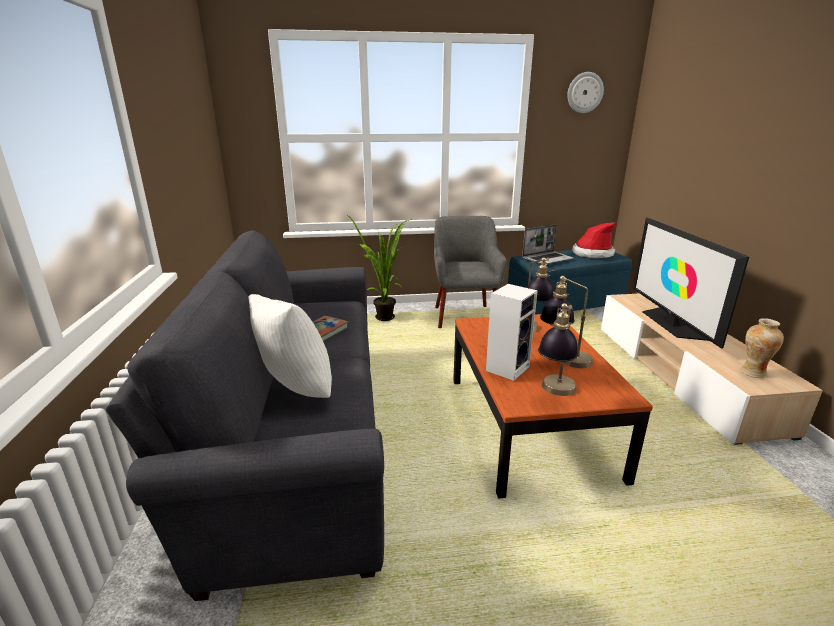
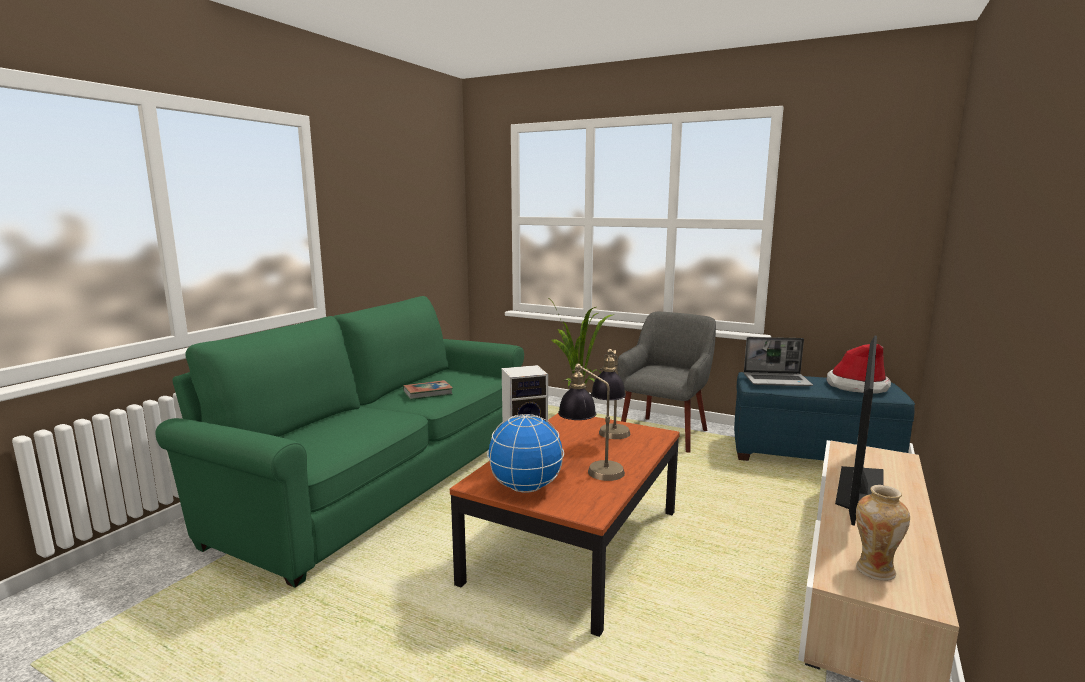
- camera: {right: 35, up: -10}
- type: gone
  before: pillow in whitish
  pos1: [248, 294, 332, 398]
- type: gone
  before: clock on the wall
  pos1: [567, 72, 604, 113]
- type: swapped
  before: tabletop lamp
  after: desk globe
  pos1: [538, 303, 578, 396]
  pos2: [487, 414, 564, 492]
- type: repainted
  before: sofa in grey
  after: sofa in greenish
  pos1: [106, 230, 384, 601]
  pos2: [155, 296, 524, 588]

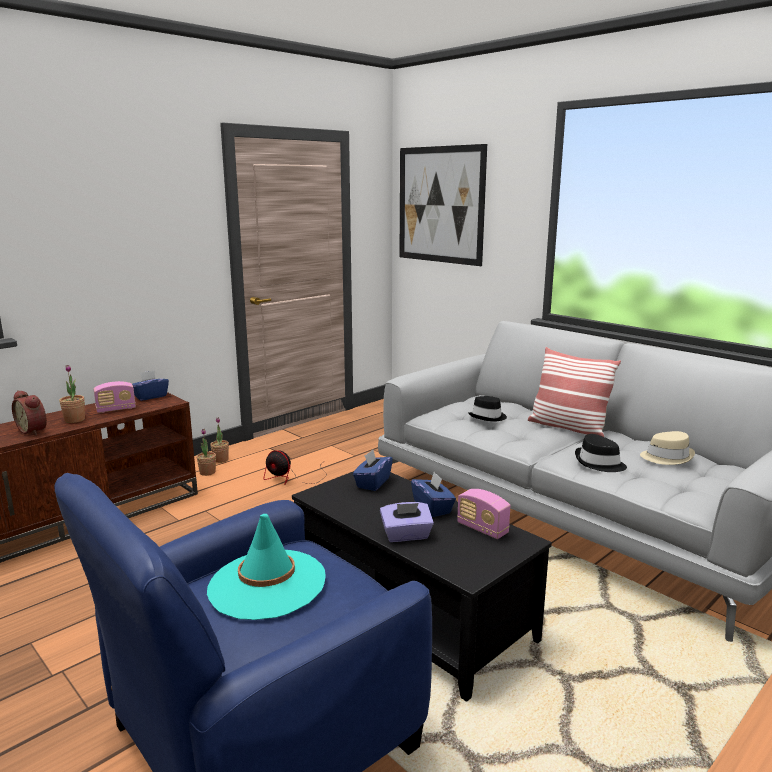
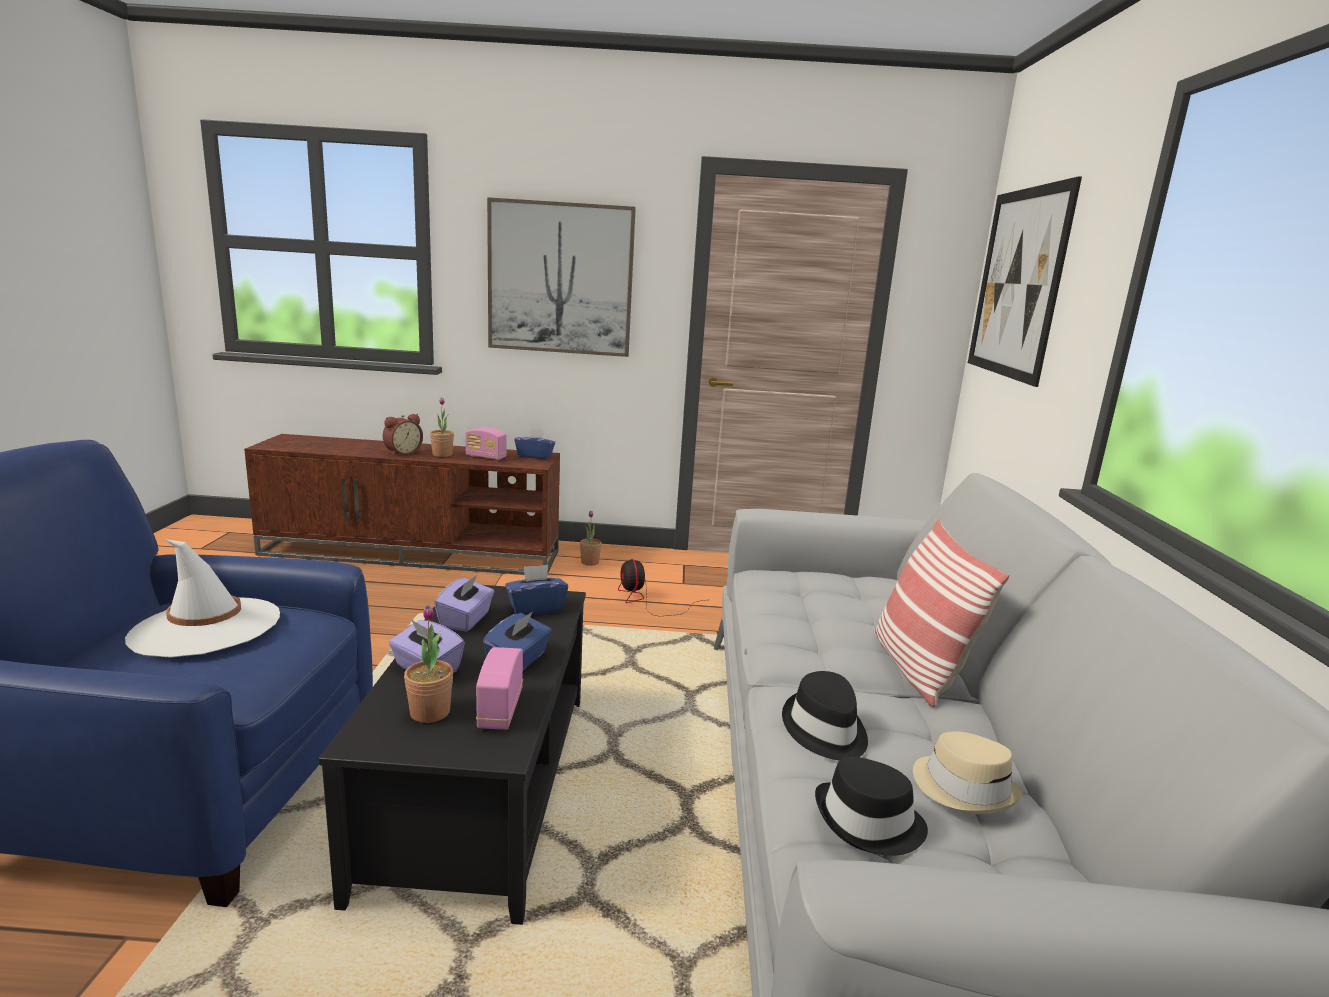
- camera: {right: 45, up: 0}
- type: new
  after: tissue box in purple
  pos2: [434, 574, 494, 632]
- type: new
  after: wall art
  pos2: [487, 197, 636, 357]
- type: shifted
  before: potted plant
  pos1: [210, 418, 229, 463]
  pos2: [404, 605, 453, 723]
- type: shifted
  before: hat in black
  pos1: [468, 396, 507, 422]
  pos2: [815, 756, 928, 856]
- type: repainted
  before: hat in turquoise
  after: hat in whitish
  pos1: [207, 514, 326, 620]
  pos2: [125, 539, 280, 658]
- type: rotated
  before: table clock
  pos1: [12, 390, 47, 435]
  pos2: [383, 414, 423, 456]
  turn: -135

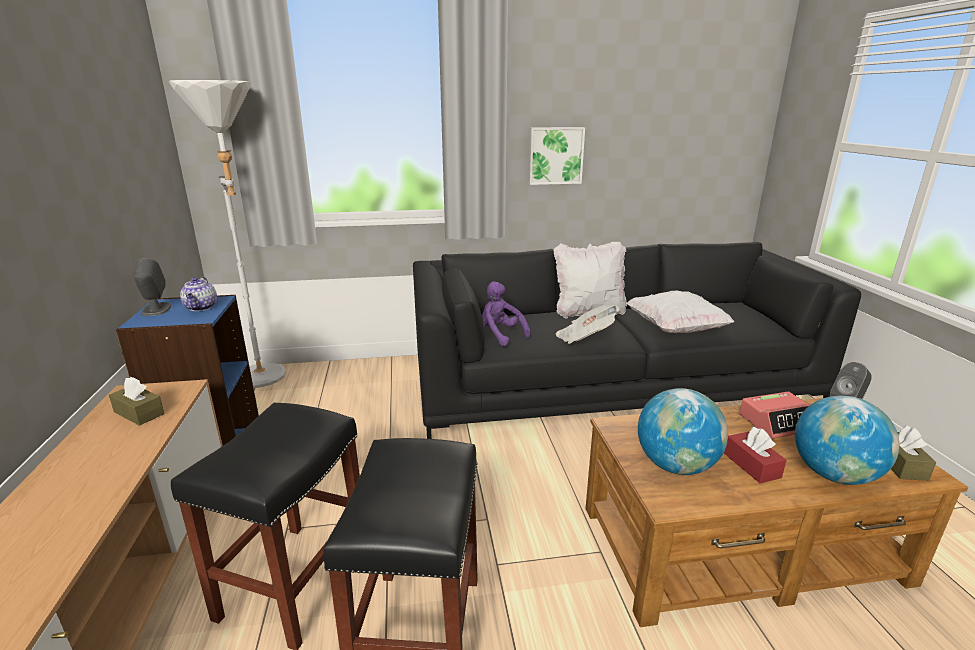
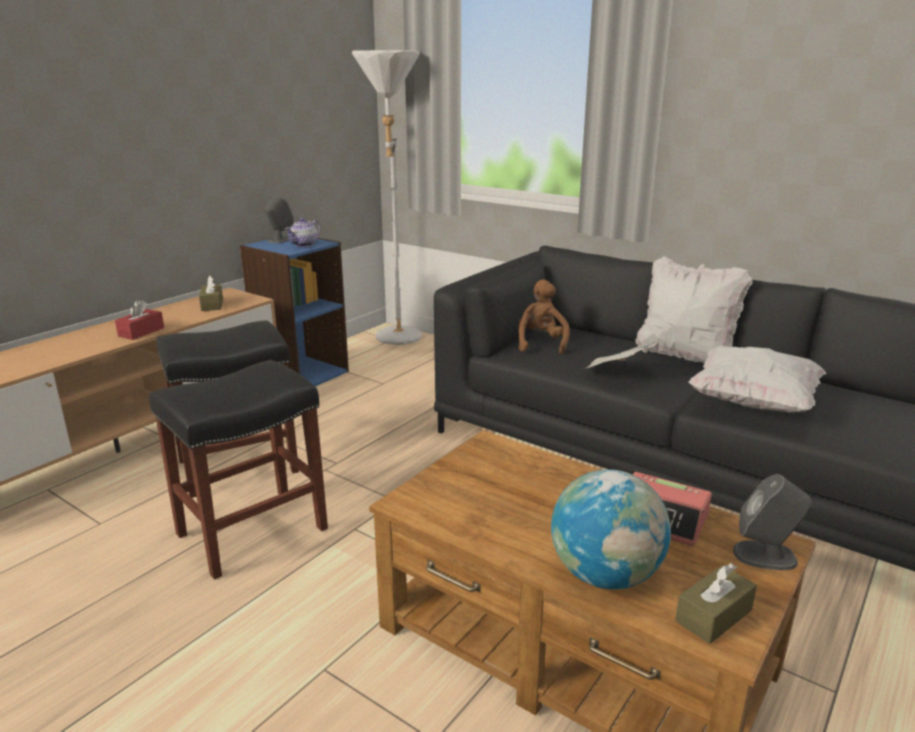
- camera: {right: 45, up: 0}
- type: gone
  before: wall art
  pos1: [529, 127, 585, 185]
- type: gone
  before: desk globe
  pos1: [638, 388, 728, 475]
- type: shifted
  before: tissue box in red
  pos1: [724, 427, 786, 484]
  pos2: [115, 300, 164, 340]
- type: repainted
  before: plush toy in purple
  after: plush toy in brown
  pos1: [482, 282, 531, 346]
  pos2: [518, 279, 570, 354]

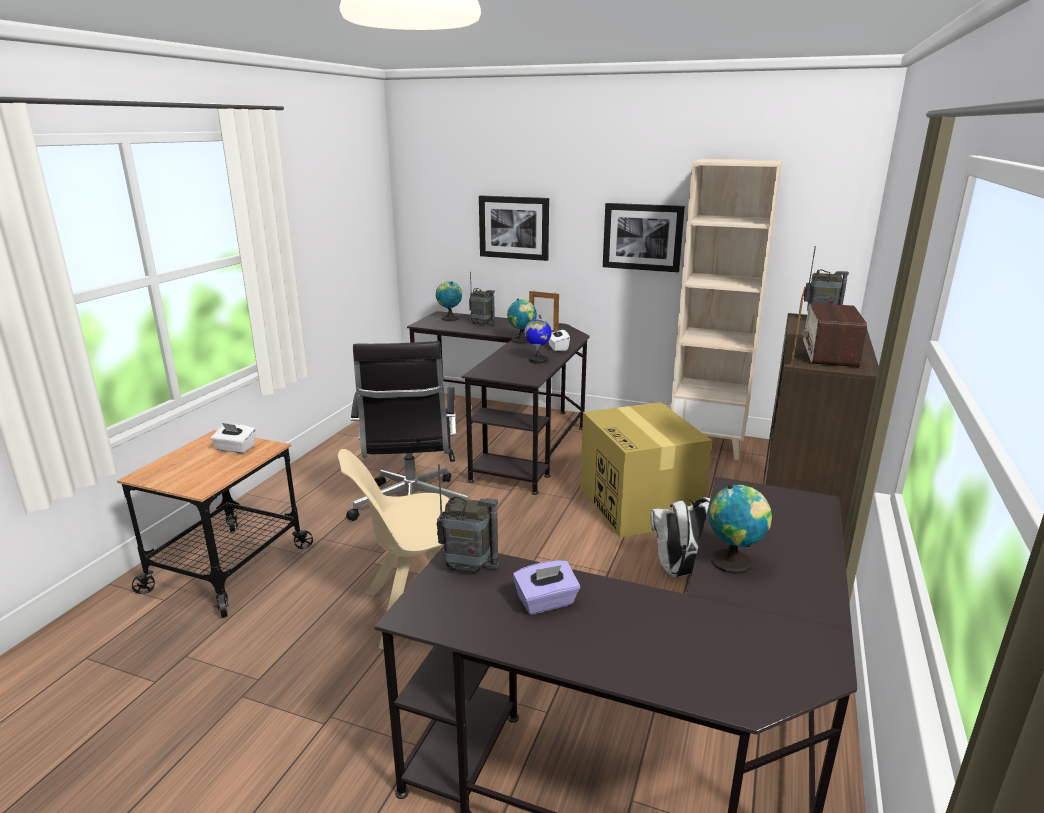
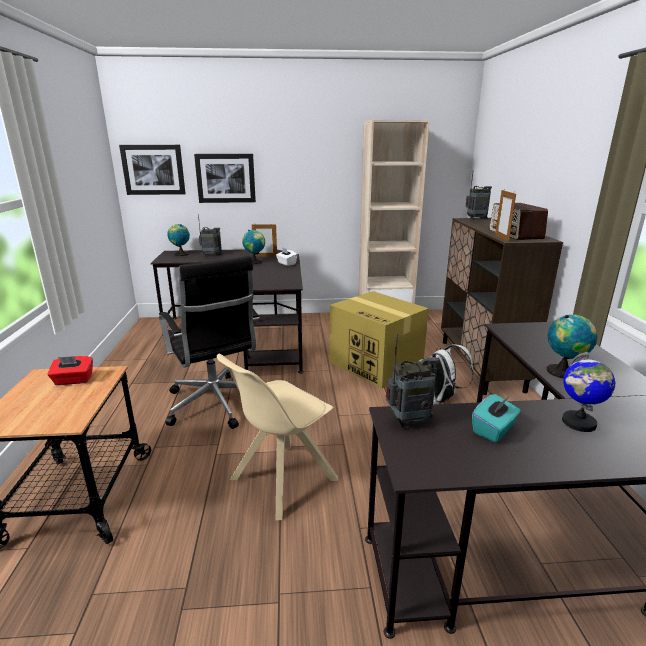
- camera: {right: -25, up: 0}
- type: shifted
  before: desk globe
  pos1: [524, 315, 552, 364]
  pos2: [562, 352, 615, 432]
- type: shifted
  before: wall art
  pos1: [603, 203, 685, 272]
  pos2: [119, 145, 186, 195]
- type: repainted
  before: tissue box in whitish
  after: tissue box in red
  pos1: [211, 423, 256, 453]
  pos2: [47, 356, 93, 385]
- type: repainted
  before: tissue box in purple
  after: tissue box in turquoise
  pos1: [513, 560, 580, 615]
  pos2: [472, 394, 521, 442]

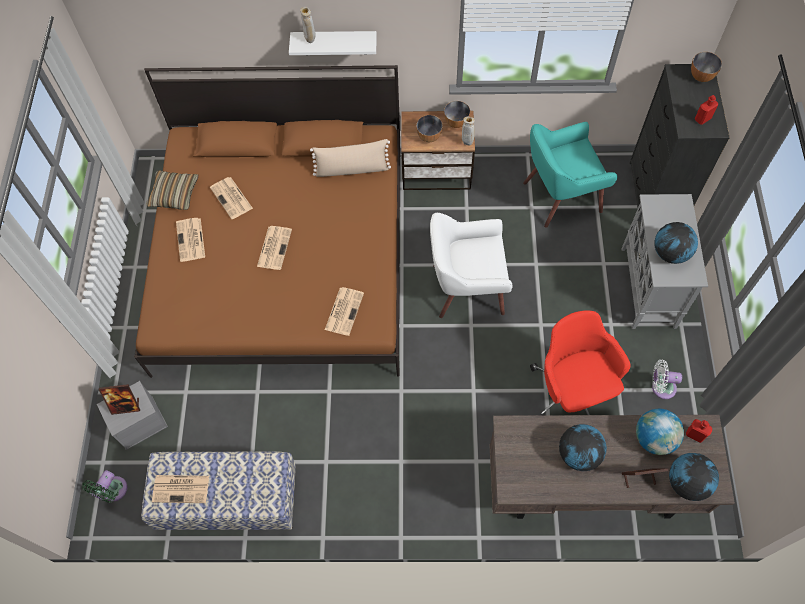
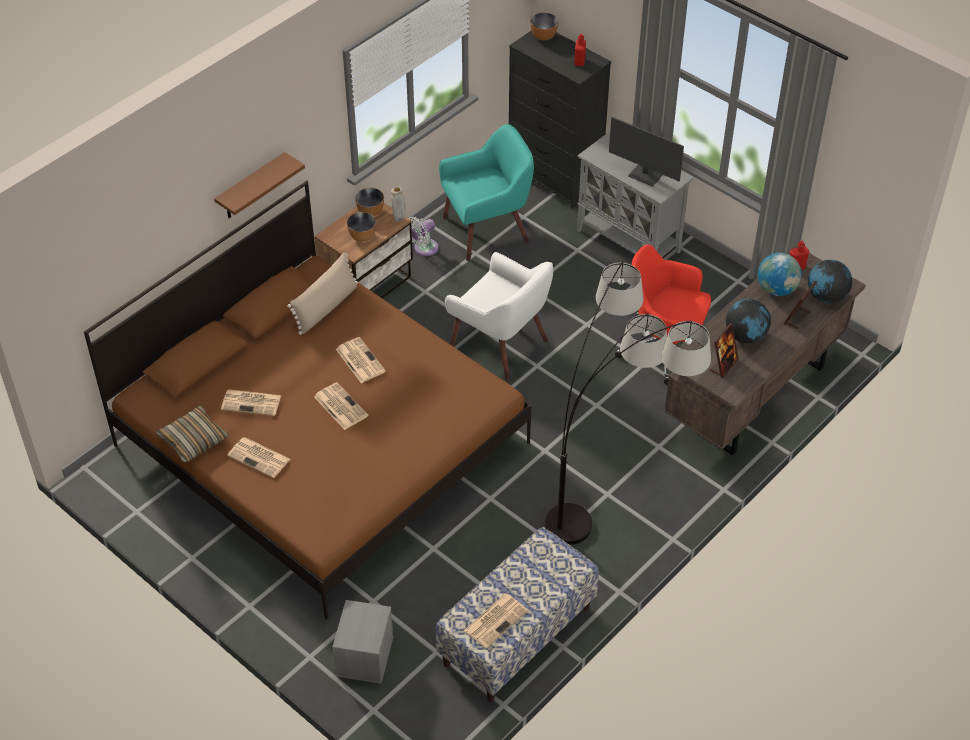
- camera: {right: -50, up: -15}
- type: gone
  before: electric fan in greenish
  pos1: [82, 470, 127, 503]
- type: gone
  before: decorative vase in beige-coloured
  pos1: [300, 7, 316, 43]
- type: new
  after: standard lamp
  pos2: [545, 261, 711, 545]
- type: shifted
  before: standing frame
  pos1: [99, 384, 140, 415]
  pos2: [710, 323, 738, 378]
- type: shifted
  before: newspaper
  pos1: [325, 287, 364, 336]
  pos2: [336, 337, 386, 383]
- type: shifted
  before: electric fan in whitish
  pos1: [652, 360, 682, 399]
  pos2: [409, 217, 439, 256]
- type: swapped
  before: desk globe
  after: computer screen
  pos1: [654, 222, 698, 264]
  pos2: [609, 117, 684, 187]
- type: repainted
  before: shelf in whitish
  after: shelf in brown
  pos1: [289, 31, 377, 55]
  pos2: [214, 152, 305, 218]
- type: rotated
  before: easy chair in whitish
  pos1: [430, 213, 513, 318]
  pos2: [445, 252, 553, 380]
  turn: -90
- type: rotated
  before: easy chair in turquoise
  pos1: [523, 122, 618, 228]
  pos2: [439, 124, 534, 261]
  turn: -135

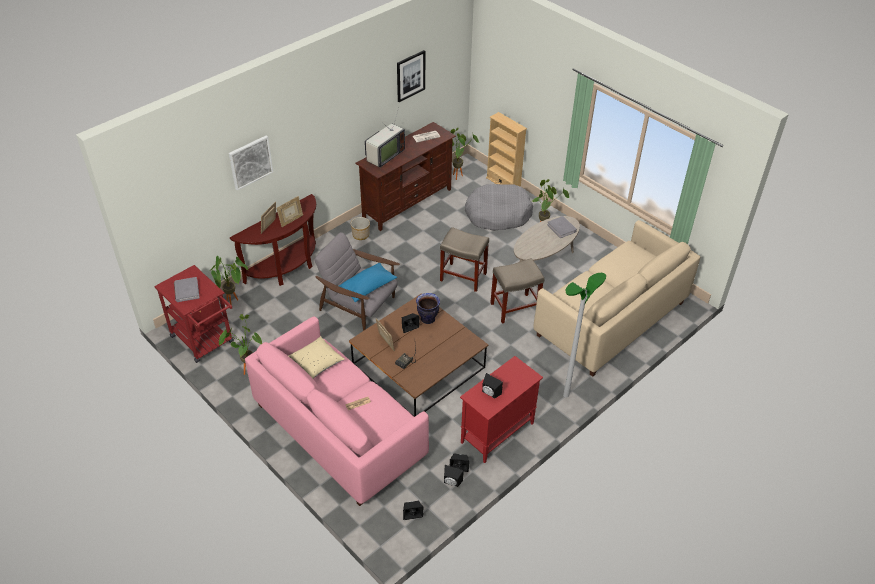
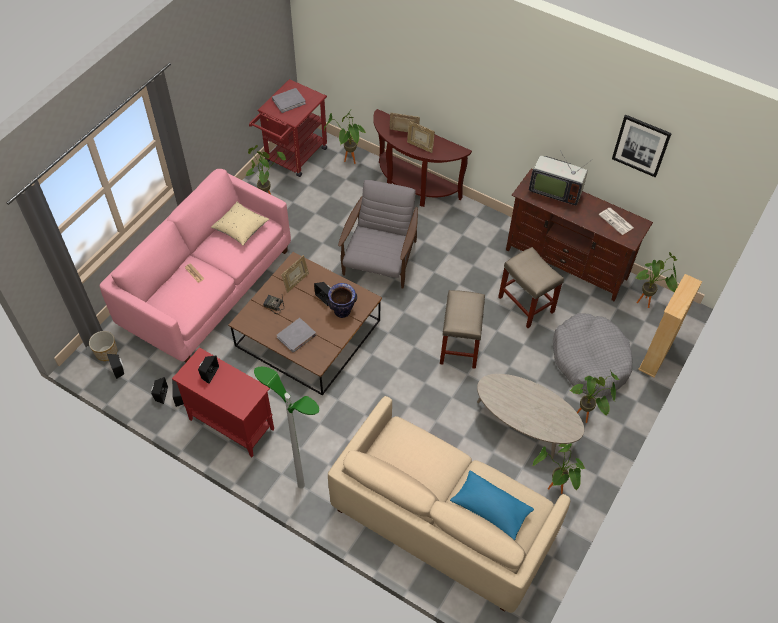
- camera: {right: 75, up: 10}
- type: gone
  before: wall art
  pos1: [229, 136, 273, 191]
- type: new
  after: potted plant
  pos2: [533, 444, 585, 494]
- type: shifted
  before: pillow in blue
  pos1: [339, 263, 397, 302]
  pos2: [450, 470, 534, 540]
- type: shifted
  before: plant pot
  pos1: [351, 217, 370, 240]
  pos2: [89, 331, 117, 361]
- type: shifted
  before: sitting stool in beige-coloured
  pos1: [490, 258, 544, 324]
  pos2: [498, 247, 564, 328]
- type: shifted
  before: book in grey
  pos1: [547, 216, 577, 238]
  pos2: [277, 318, 317, 352]

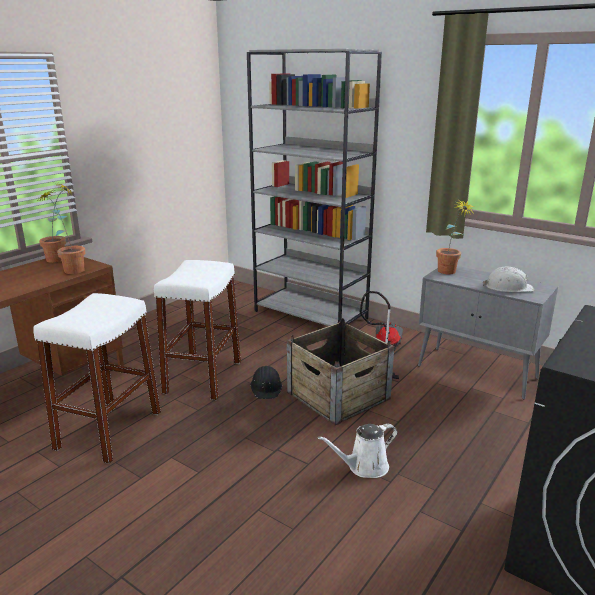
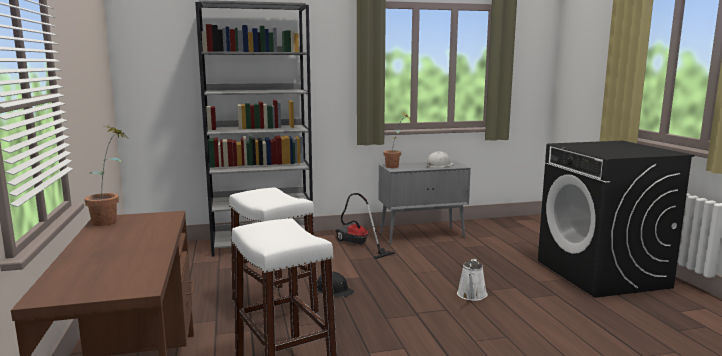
- camera: {right: -50, up: -10}
- type: gone
  before: potted plant
  pos1: [36, 190, 85, 274]
- type: gone
  before: packing crate
  pos1: [287, 318, 394, 425]

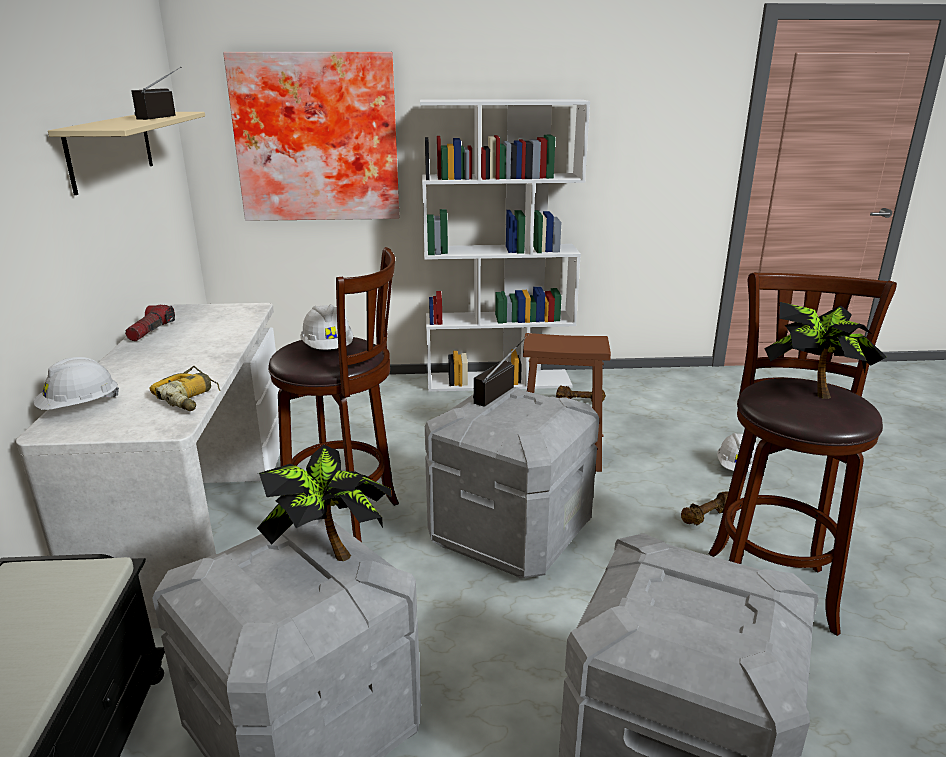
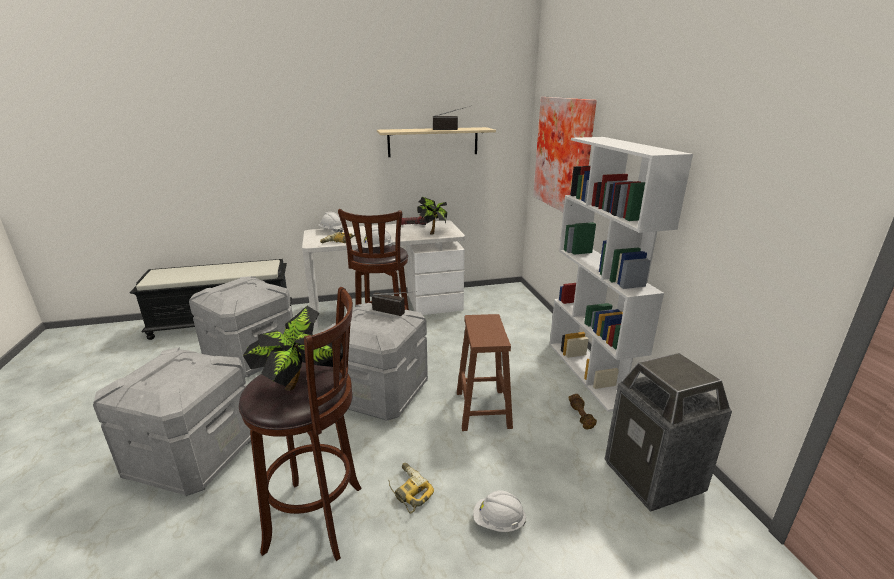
- camera: {right: 80, up: 0}
- type: new
  after: trash can
  pos2: [604, 353, 732, 512]
- type: shifted
  before: potted plant
  pos1: [257, 444, 392, 561]
  pos2: [417, 197, 447, 235]
- type: swapped
  before: hand weight in brown
  after: electric drill
  pos1: [681, 492, 728, 525]
  pos2: [388, 463, 434, 514]

